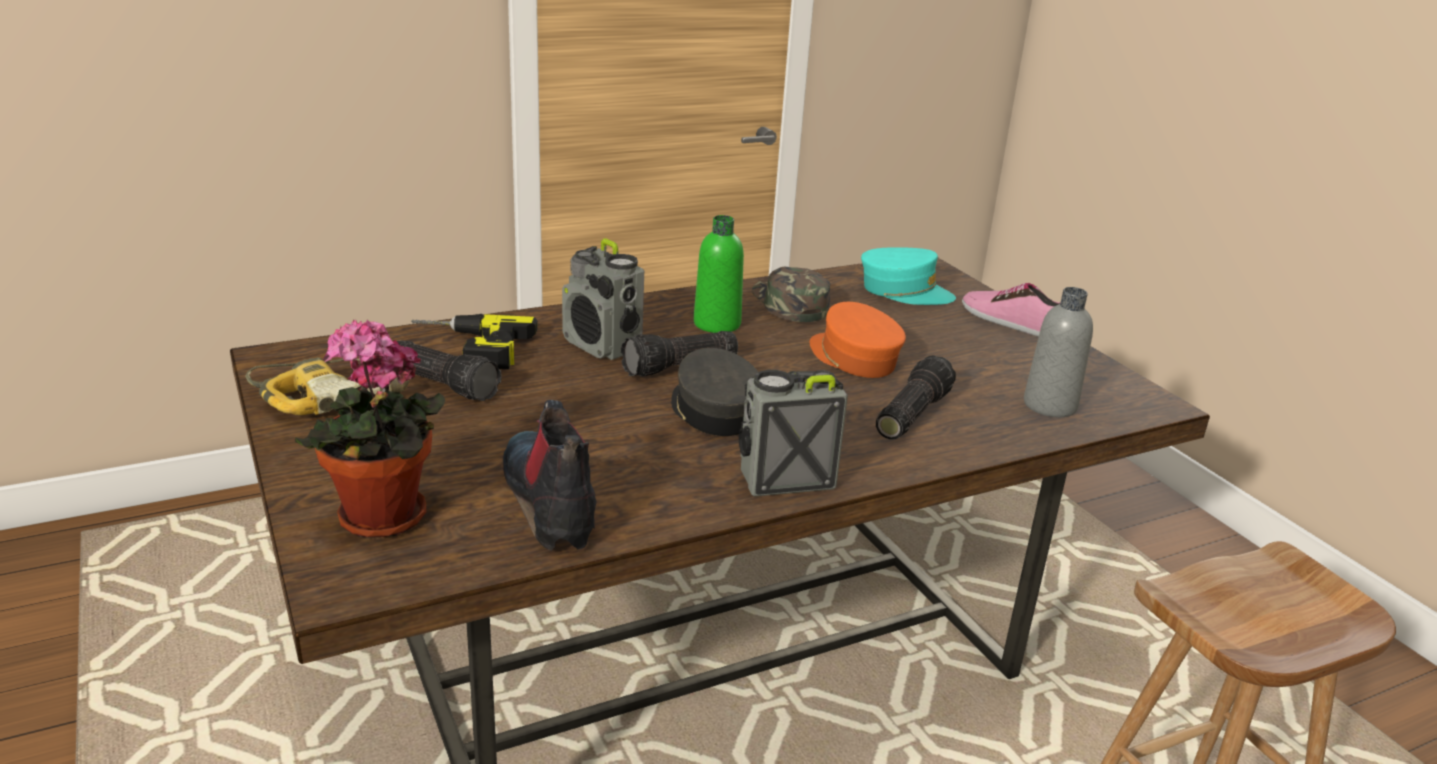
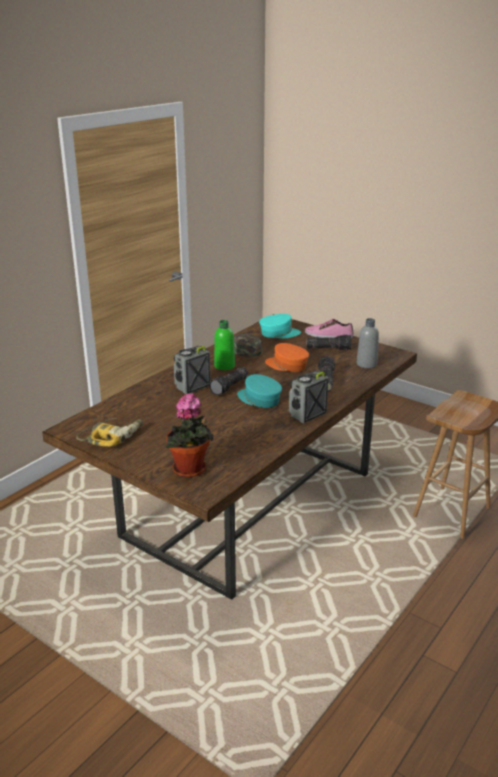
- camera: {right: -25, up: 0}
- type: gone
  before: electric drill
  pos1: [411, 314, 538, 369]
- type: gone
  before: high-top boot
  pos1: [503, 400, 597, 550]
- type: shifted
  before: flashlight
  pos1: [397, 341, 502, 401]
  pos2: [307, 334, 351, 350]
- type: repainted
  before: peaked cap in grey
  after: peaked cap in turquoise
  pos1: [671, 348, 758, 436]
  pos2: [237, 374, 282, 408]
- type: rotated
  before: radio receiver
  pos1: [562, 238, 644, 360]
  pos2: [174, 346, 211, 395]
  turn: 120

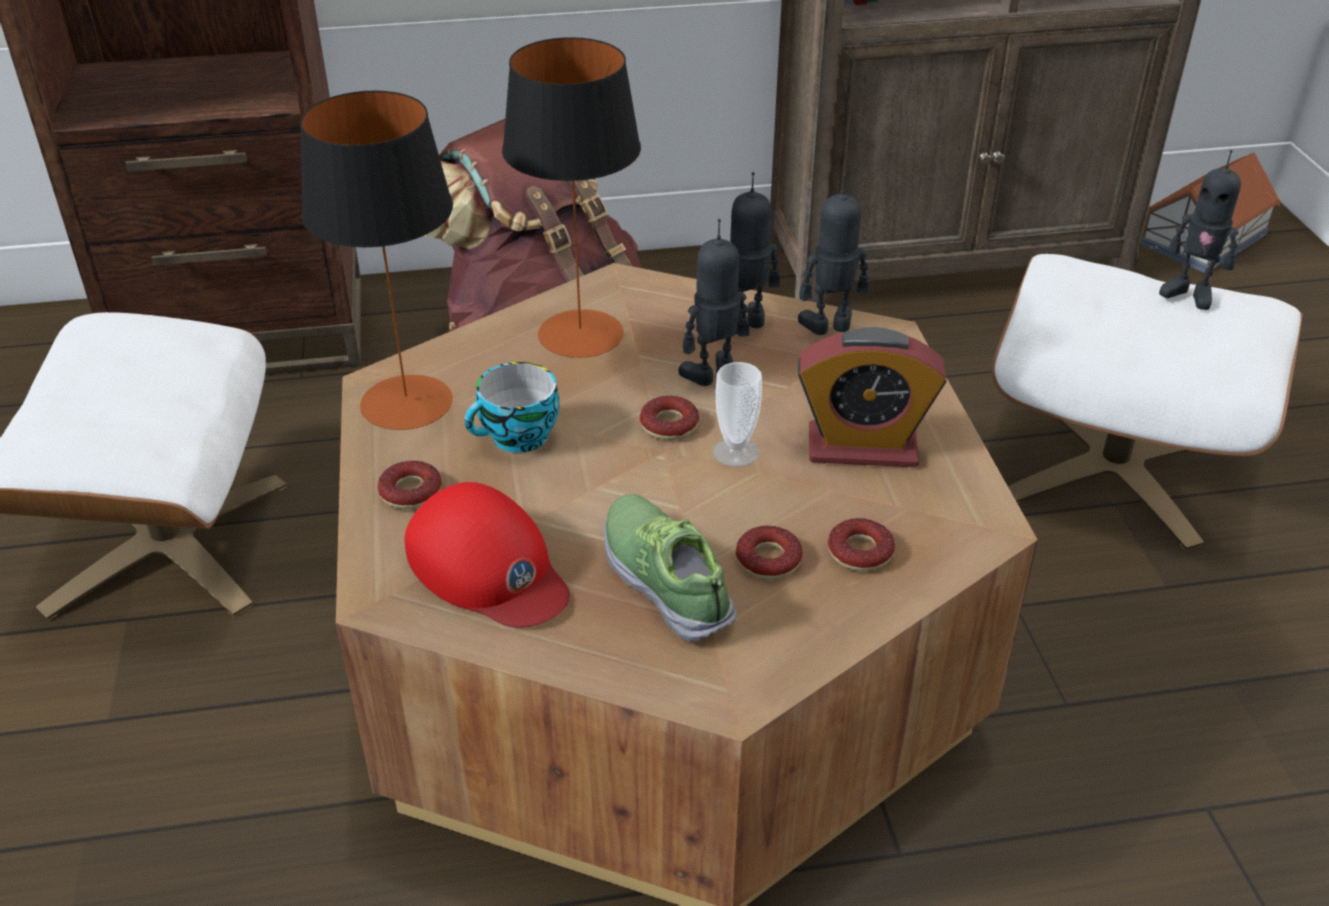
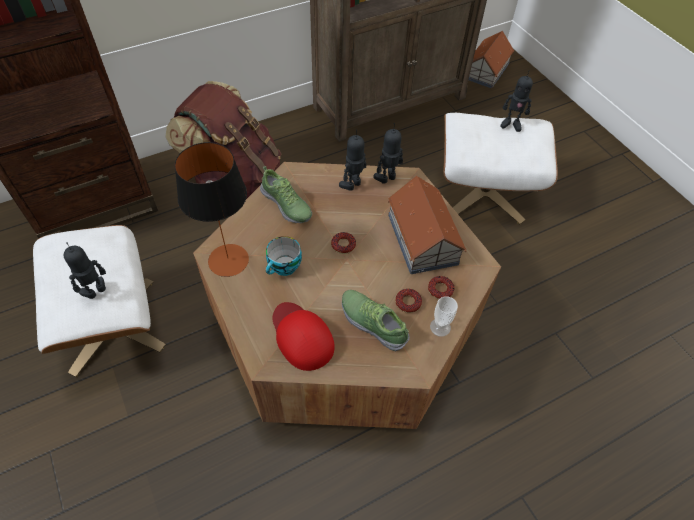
- camera: {right: -20, up: 15}
- type: gone
  before: doughnut
  pos1: [378, 461, 442, 509]
- type: shifted
  before: model robot
  pos1: [679, 219, 749, 386]
  pos2: [64, 242, 106, 299]
- type: shifted
  before: drinking cup
  pos1: [713, 362, 762, 467]
  pos2: [430, 296, 458, 337]
- type: swapped
  before: tabletop lamp
  after: shoe
  pos1: [502, 37, 641, 358]
  pos2: [260, 166, 312, 223]
- type: swapped
  before: table clock
  after: model house
  pos1: [798, 327, 947, 467]
  pos2: [388, 176, 467, 274]
- type: rotated
  before: peaked cap in red
  pos1: [404, 482, 570, 628]
  pos2: [272, 302, 335, 371]
  turn: -150

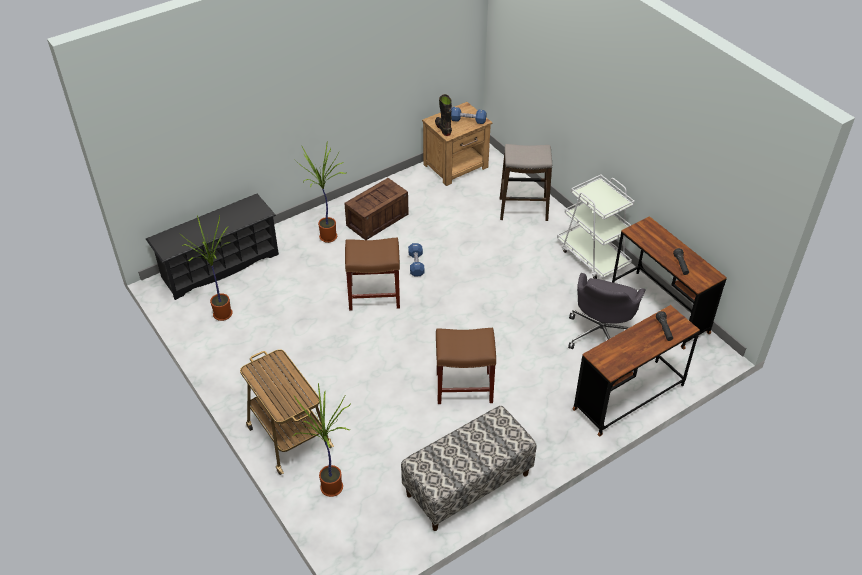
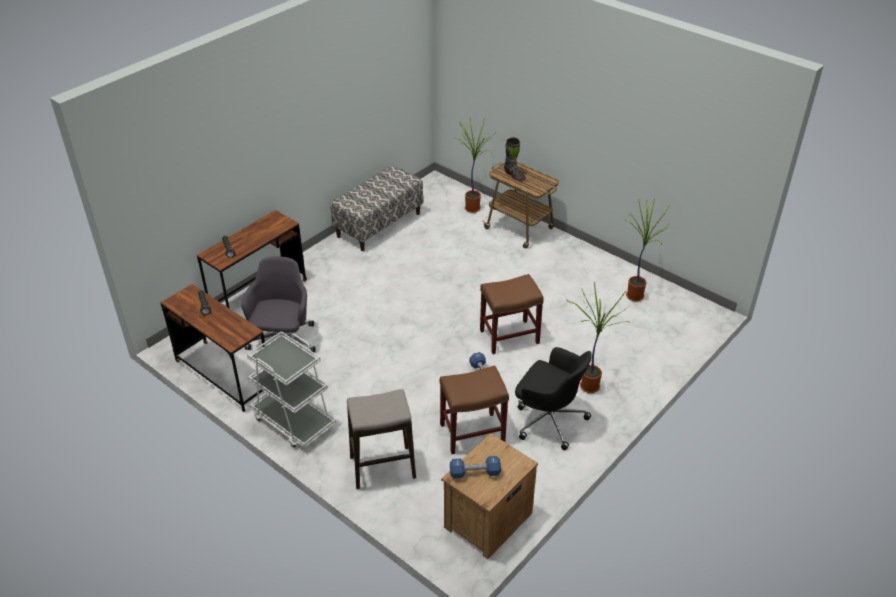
- camera: {right: 165, up: -5}
- type: gone
  before: shoe shelf in black
  pos1: [146, 194, 279, 300]
- type: shifted
  before: high-top boot in black
  pos1: [435, 94, 452, 136]
  pos2: [504, 137, 526, 181]
- type: shifted
  before: sitting stool in brown
  pos1: [436, 328, 496, 404]
  pos2: [440, 366, 509, 454]
- type: swapped
  before: packing crate
  after: computer chair in black
  pos1: [344, 178, 409, 240]
  pos2: [515, 347, 592, 450]

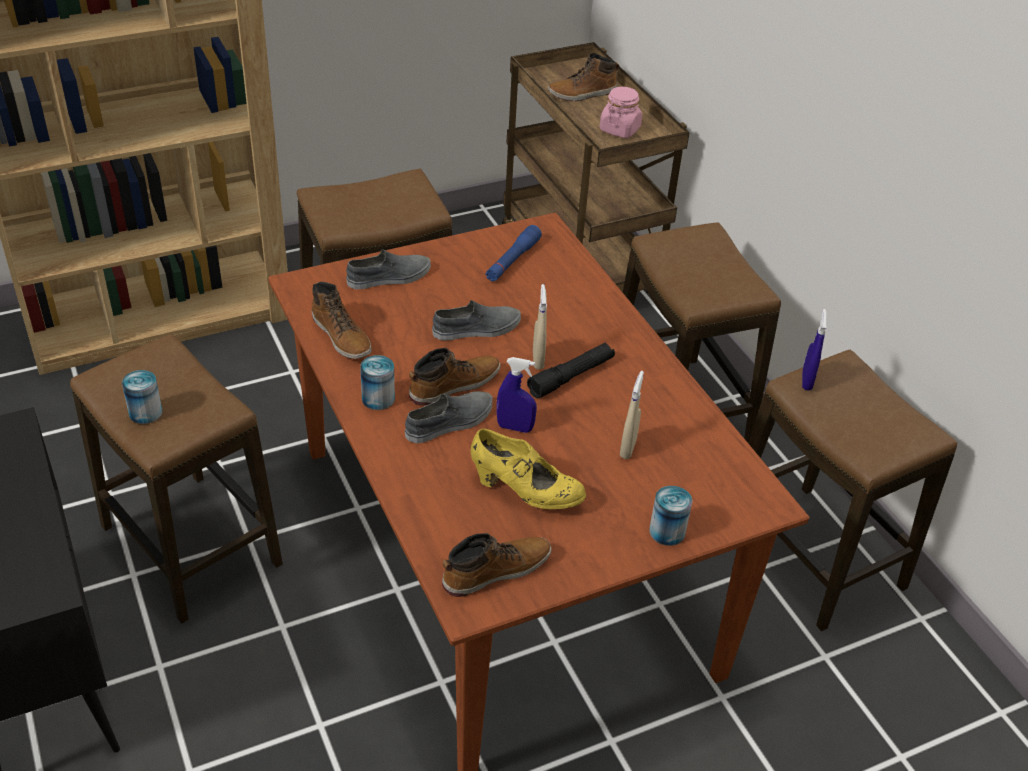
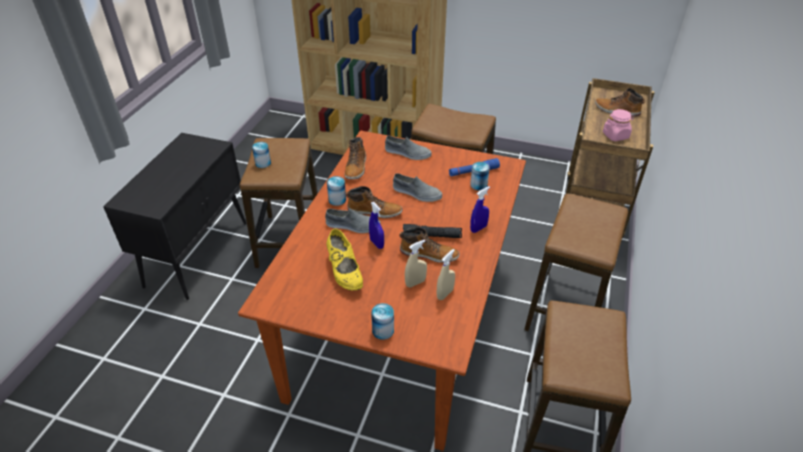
- camera: {right: 45, up: 0}
- type: new
  after: metal can
  pos2: [470, 162, 490, 191]
- type: shifted
  before: high-top boot
  pos1: [442, 533, 551, 597]
  pos2: [399, 227, 459, 263]
- type: shifted
  before: spray bottle in beige-coloured
  pos1: [533, 284, 547, 370]
  pos2: [437, 249, 455, 300]
- type: shifted
  before: spray bottle in blue
  pos1: [802, 309, 827, 390]
  pos2: [470, 186, 490, 233]

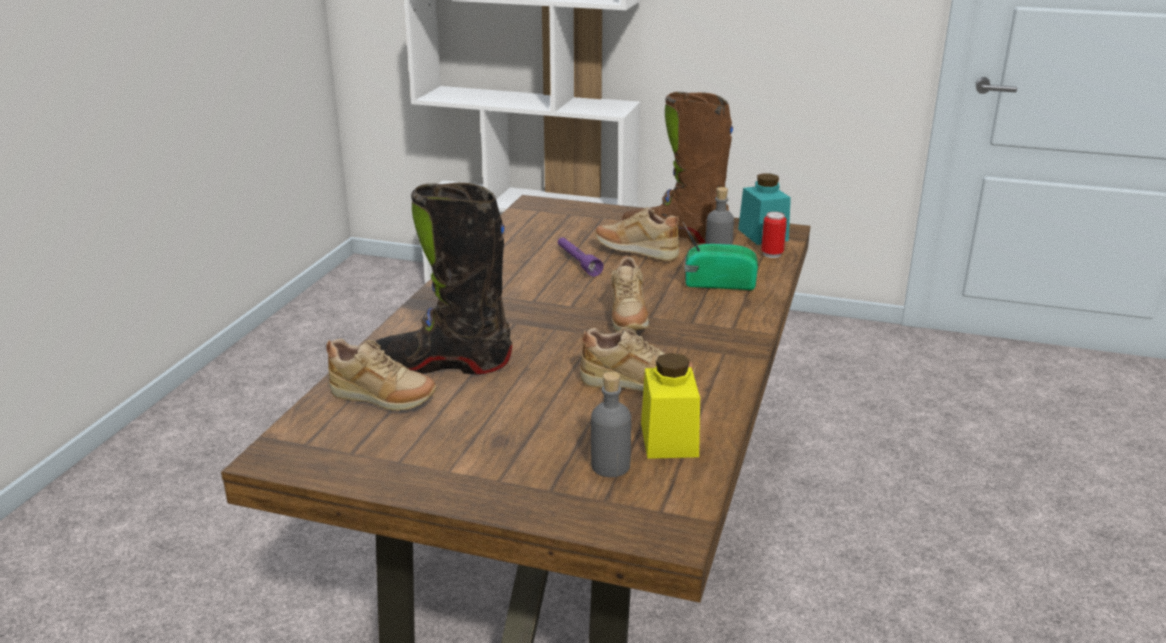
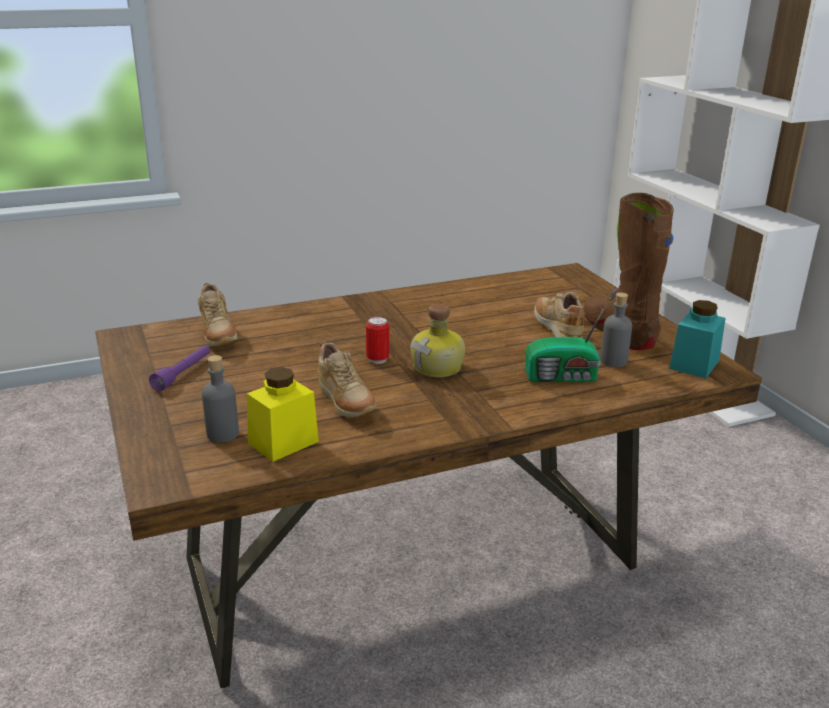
- camera: {right: 50, up: 0}
- type: gone
  before: high-top boot in black
  pos1: [375, 183, 512, 374]
- type: shifted
  before: flashlight in purple
  pos1: [558, 237, 604, 277]
  pos2: [149, 345, 210, 391]
- type: shifted
  before: metal can
  pos1: [761, 212, 787, 258]
  pos2: [366, 316, 389, 364]
- type: swapped
  before: shoe in beige-coloured
  after: bottle
  pos1: [611, 256, 649, 331]
  pos2: [411, 304, 465, 377]
- type: rotated
  before: radio receiver
  pos1: [683, 223, 758, 290]
  pos2: [525, 308, 604, 382]
  turn: 120

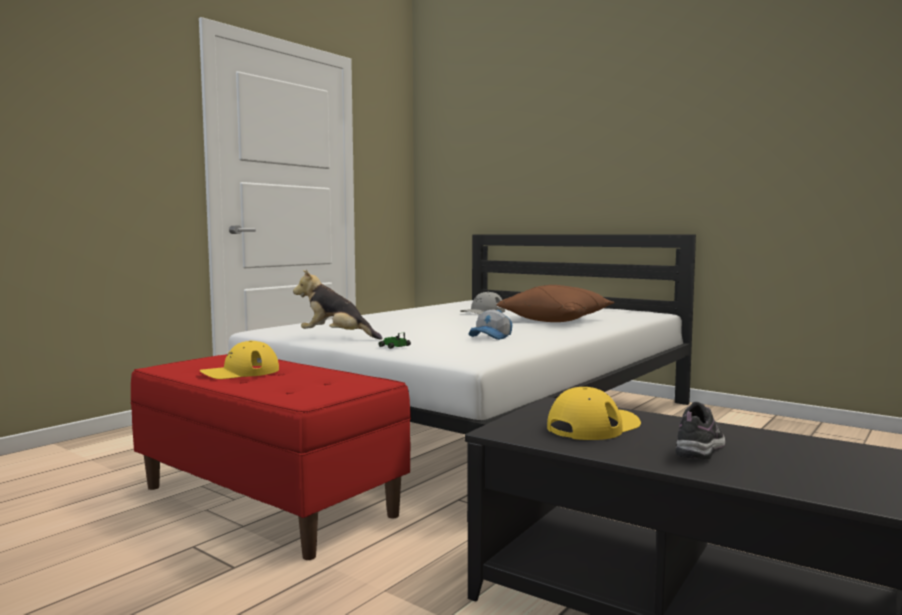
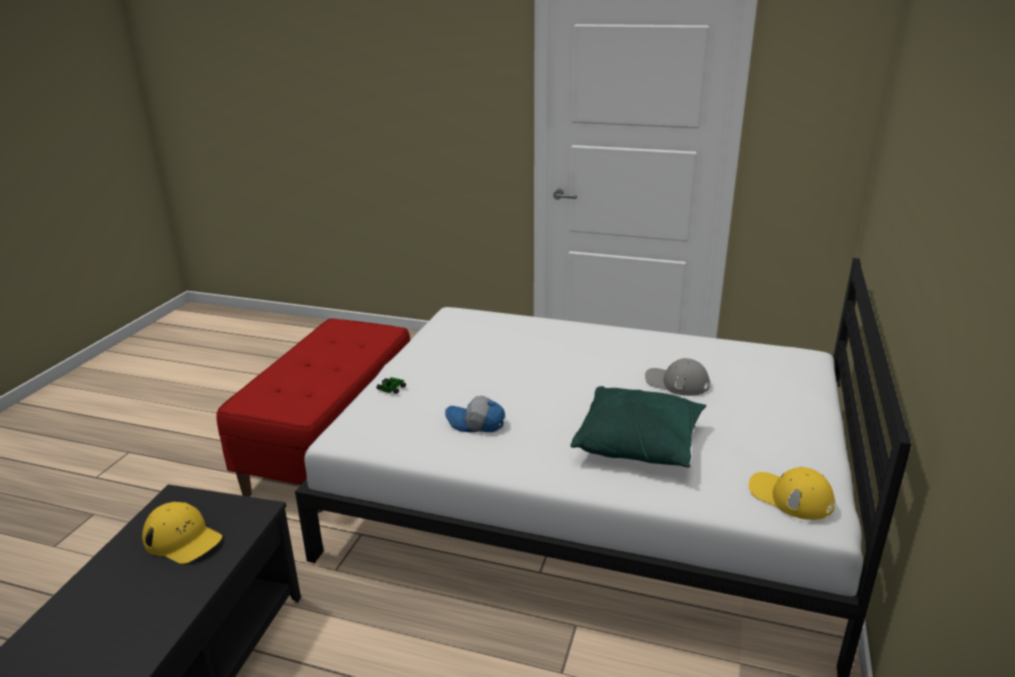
- camera: {right: 70, up: 20}
- type: gone
  before: plush toy
  pos1: [293, 269, 382, 340]
- type: gone
  before: shoe
  pos1: [676, 402, 725, 460]
- type: shifted
  before: peaked cap in yellow-coloured
  pos1: [200, 341, 279, 379]
  pos2: [749, 467, 835, 520]
- type: repainted
  before: pillow in brown
  after: pillow in greenish
  pos1: [497, 285, 614, 322]
  pos2: [571, 386, 706, 468]

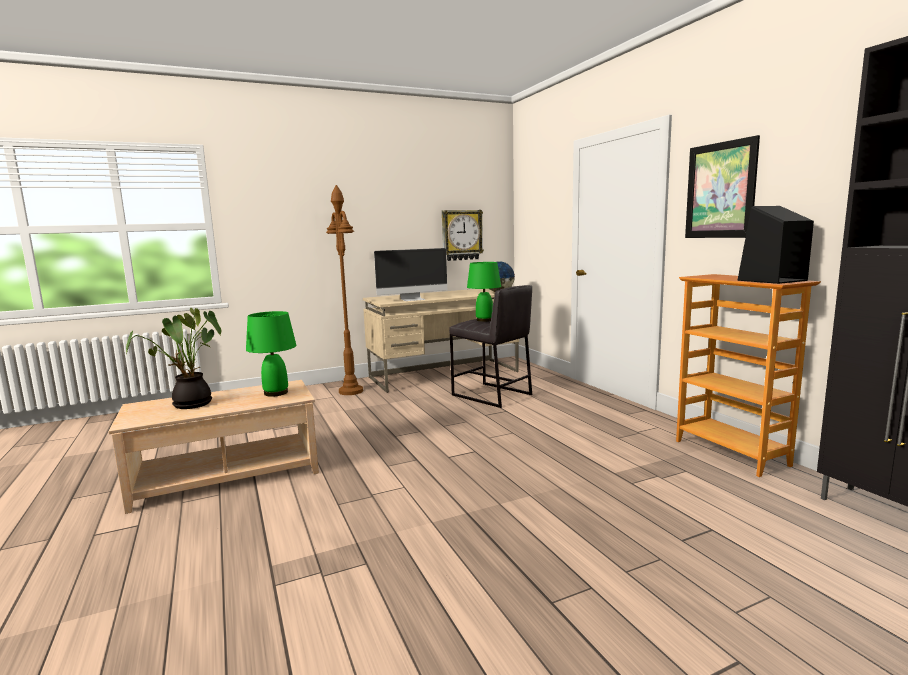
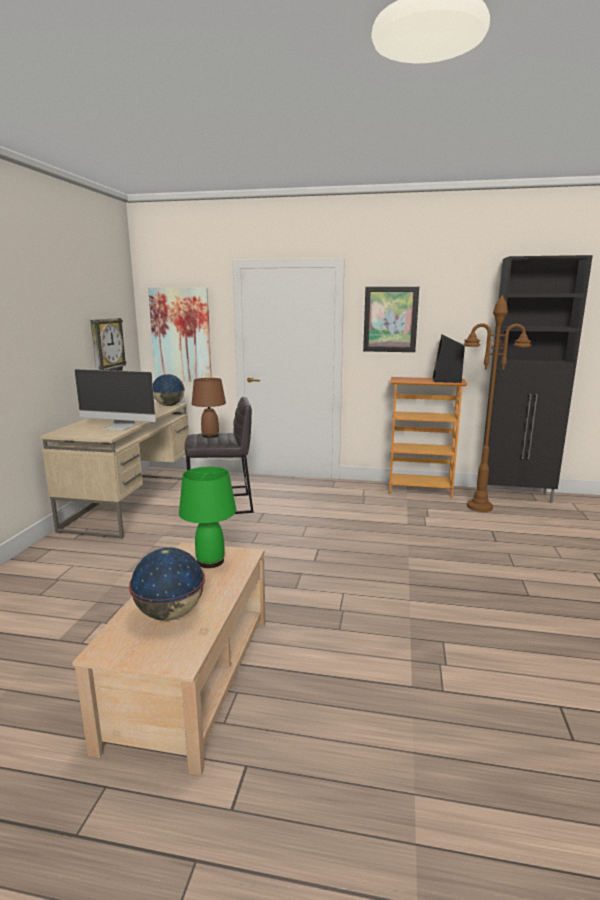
- camera: {right: -55, up: 5}
- type: new
  after: wall art
  pos2: [148, 288, 212, 382]
- type: shifted
  before: standard lamp in brown
  pos1: [326, 185, 363, 395]
  pos2: [463, 295, 532, 512]
- type: swapped
  before: potted plant
  after: desk globe
  pos1: [126, 308, 221, 409]
  pos2: [129, 548, 205, 621]
- type: repainted
  before: tabletop lamp in greenish
  after: tabletop lamp in brown
  pos1: [467, 262, 501, 322]
  pos2: [192, 378, 226, 438]
- type: rotated
  before: computer screen
  pos1: [374, 248, 447, 301]
  pos2: [74, 369, 156, 430]
  turn: 90

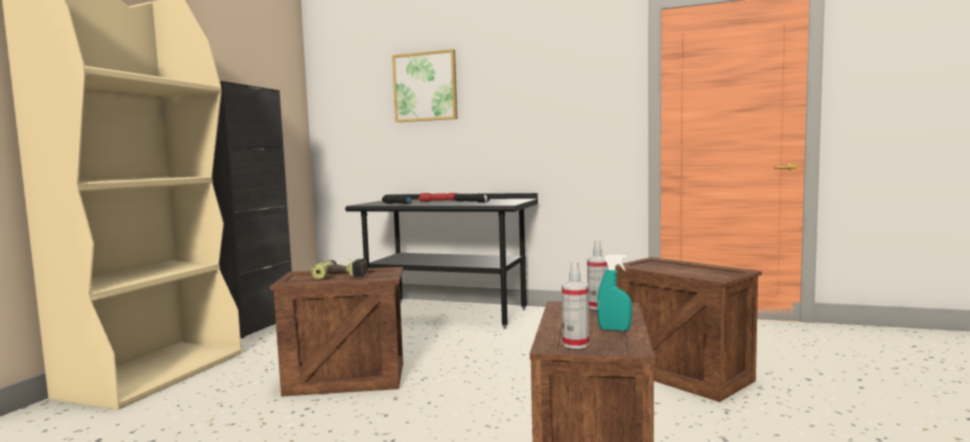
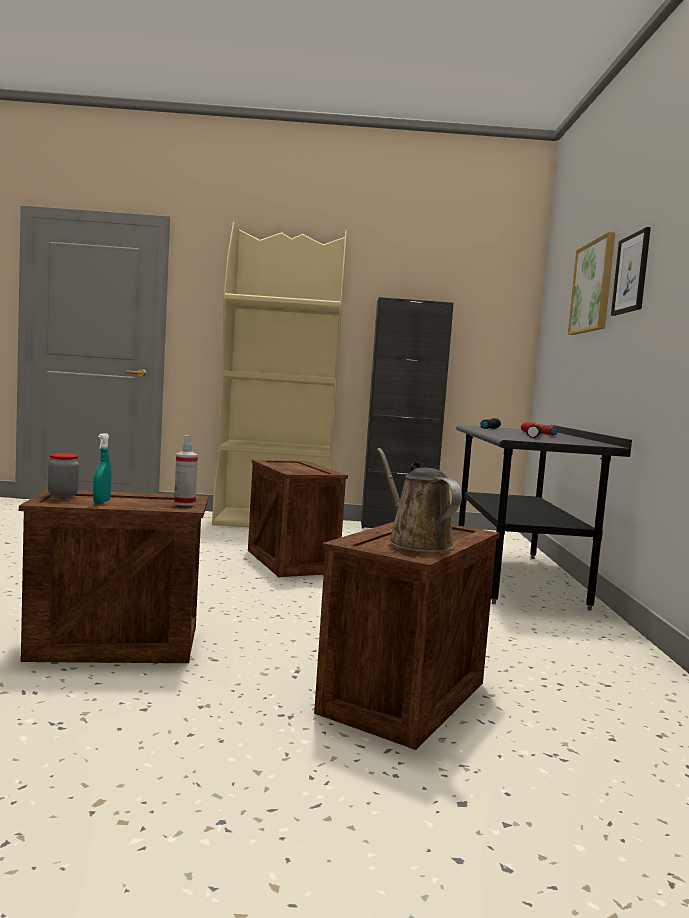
- camera: {right: 70, up: 0}
- type: gone
  before: electric drill
  pos1: [311, 258, 368, 279]
- type: new
  after: watering can in brown
  pos2: [377, 448, 462, 552]
- type: new
  after: wall art
  pos2: [611, 227, 651, 316]
- type: swapped
  before: spray bottle
  after: preserve jar
  pos1: [562, 261, 589, 349]
  pos2: [48, 453, 79, 497]

